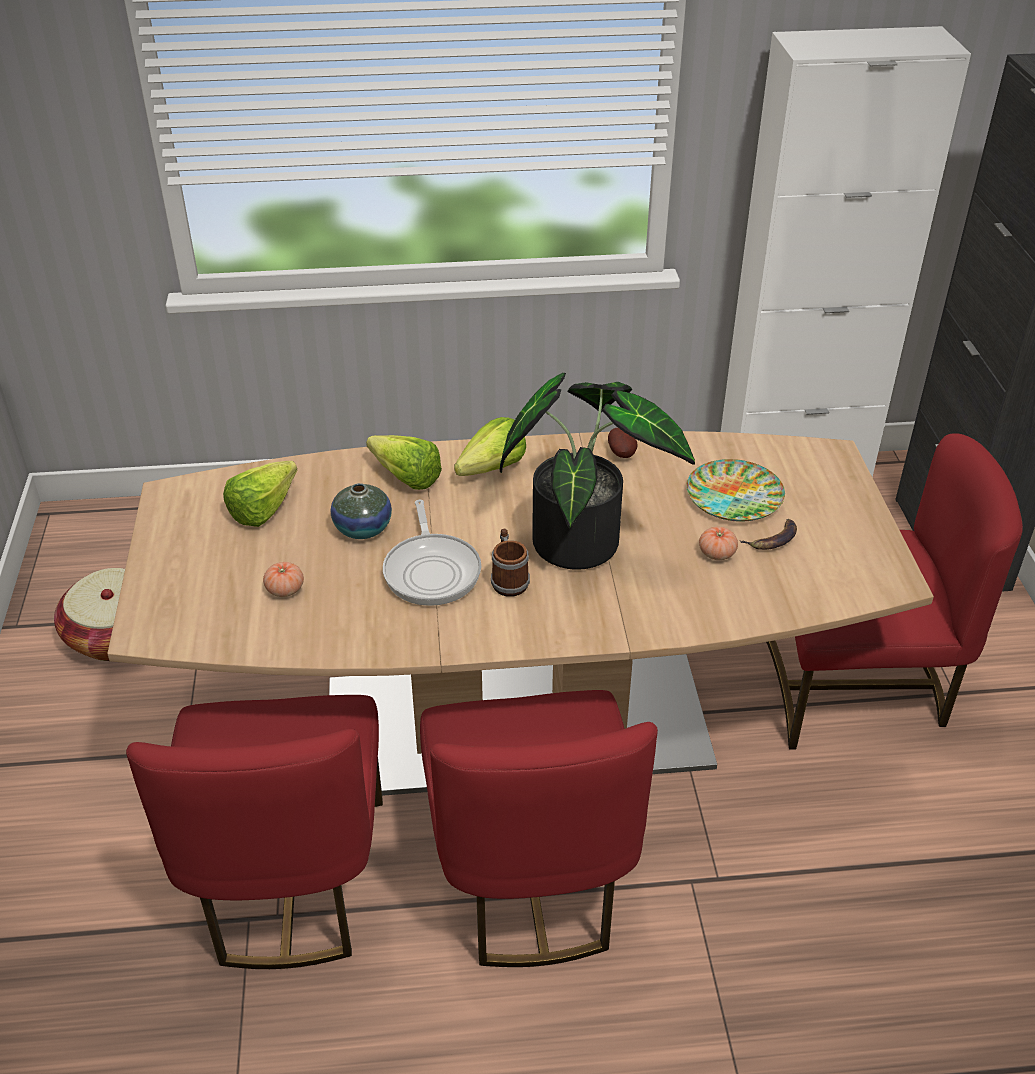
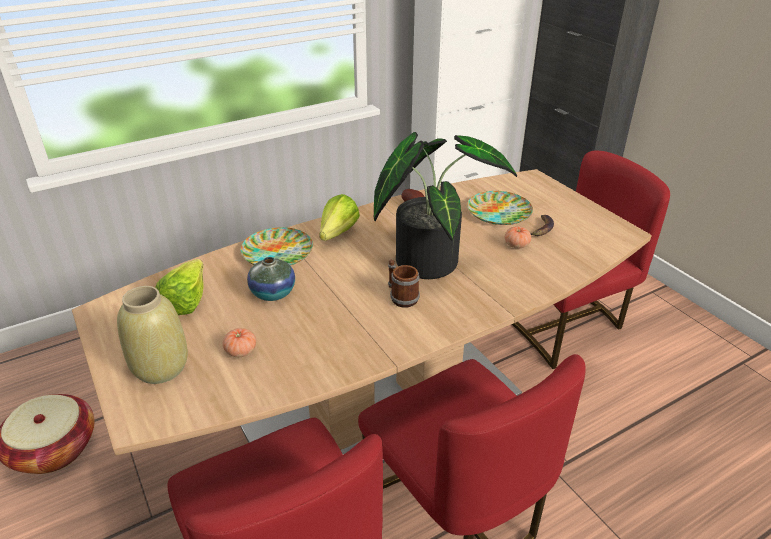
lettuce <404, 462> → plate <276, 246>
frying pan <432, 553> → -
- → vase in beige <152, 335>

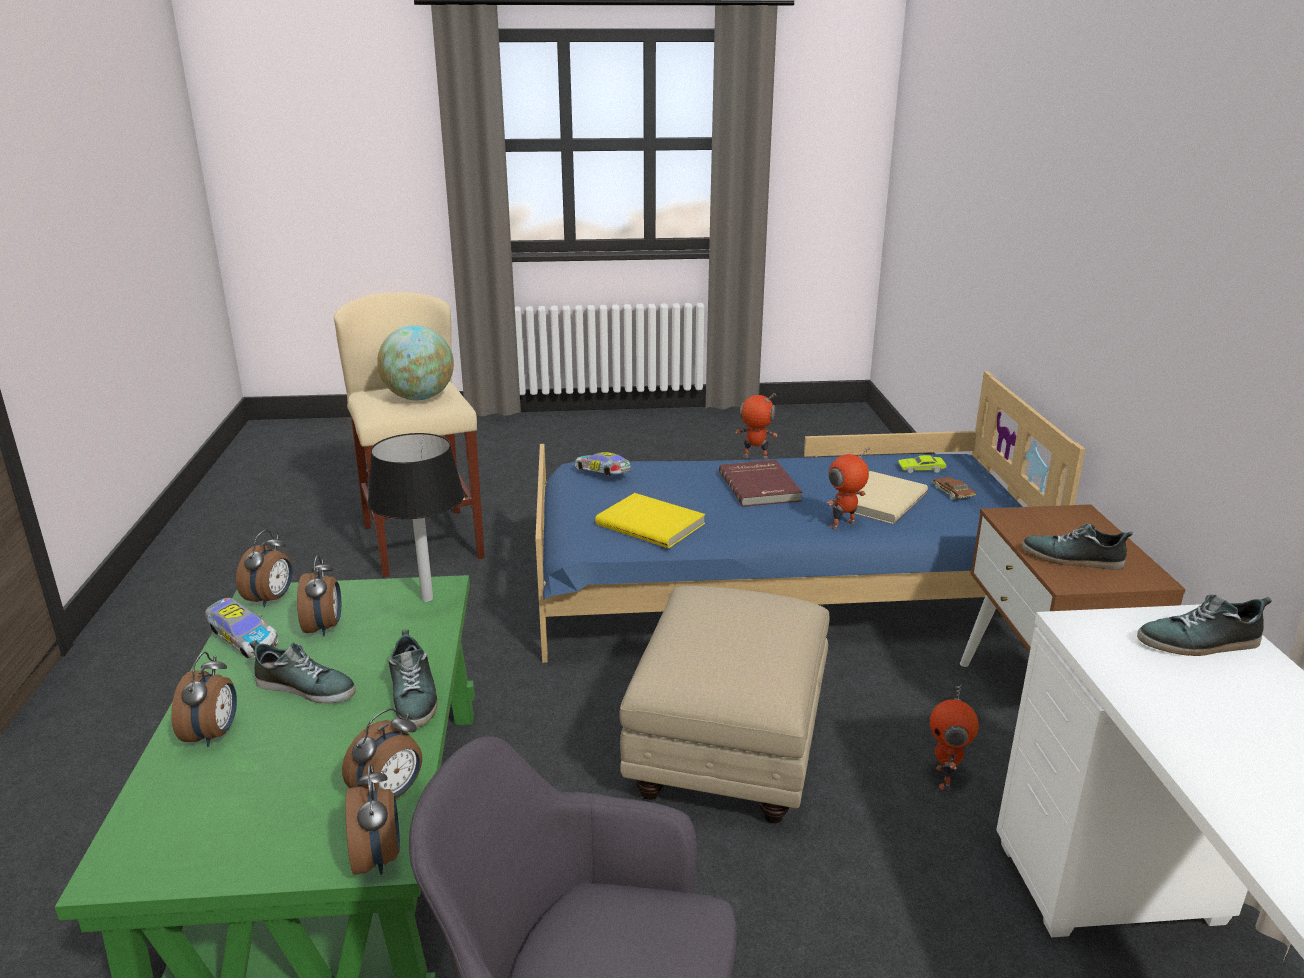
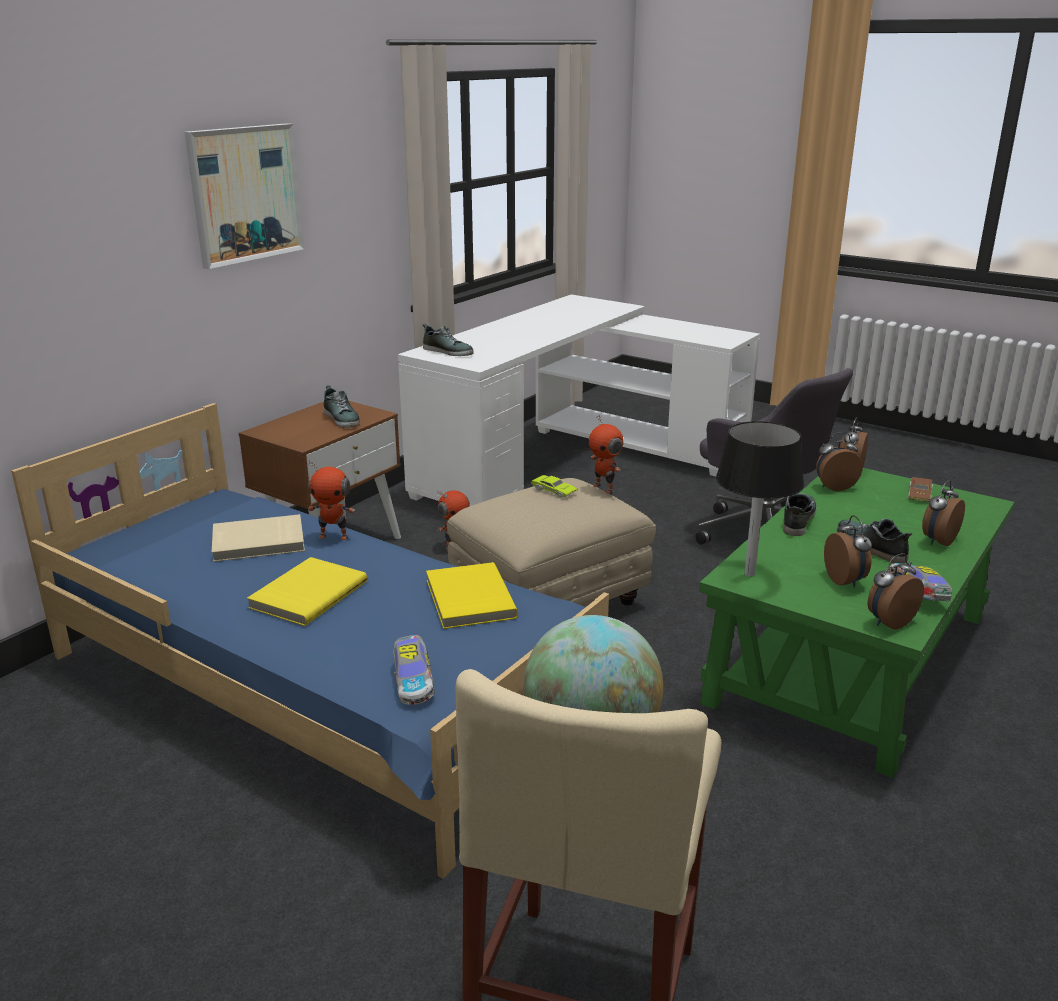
alarm clock <319, 595> → alarm clock <848, 551>, 135 degrees clockwise
book in red <761, 483> → book in yellow <307, 591>
toy robot <757, 426> → toy robot <606, 454>, moved
toy car in green <922, 464> → toy car in green <554, 486>, moved
toy car in brown <954, 488> → toy car in brown <920, 489>, moved
- → picture <245, 196>

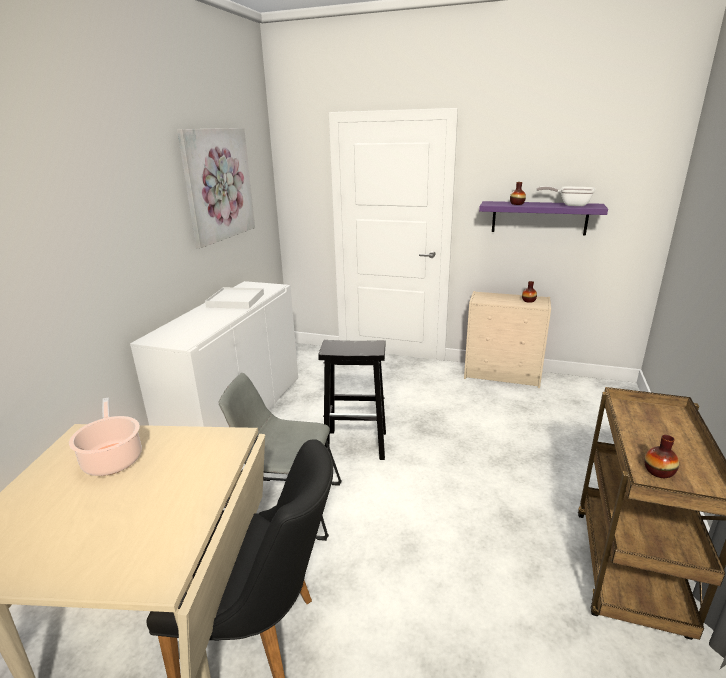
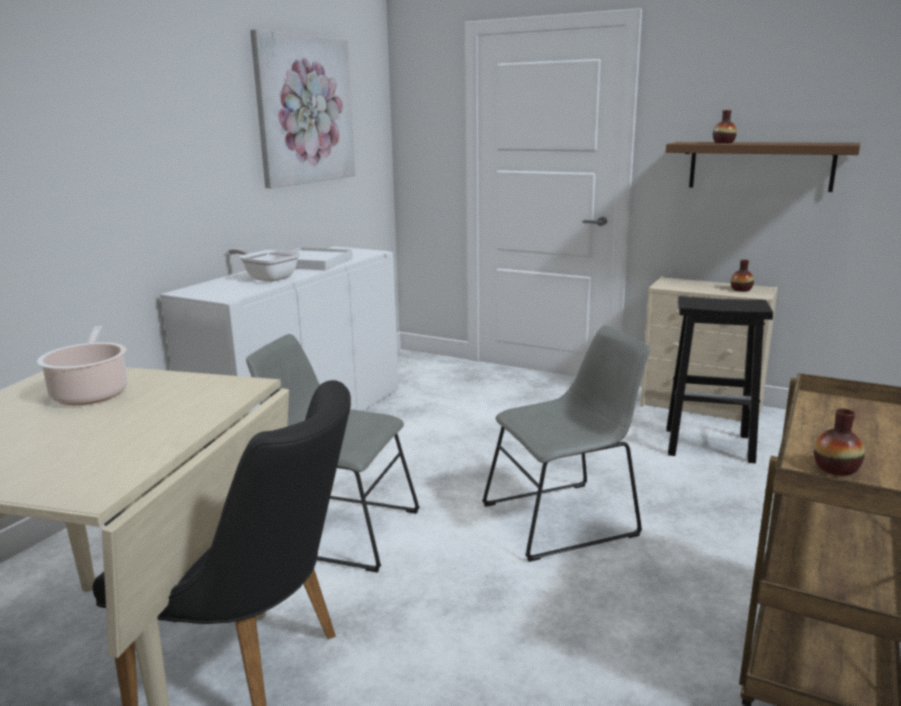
stool in black <352, 400> → stool in black <719, 379>, moved
shelf in purple <543, 218> → shelf in brown <763, 167>
frying pan <565, 196> → frying pan <264, 265>, moved
- → chair in grey <566, 443>

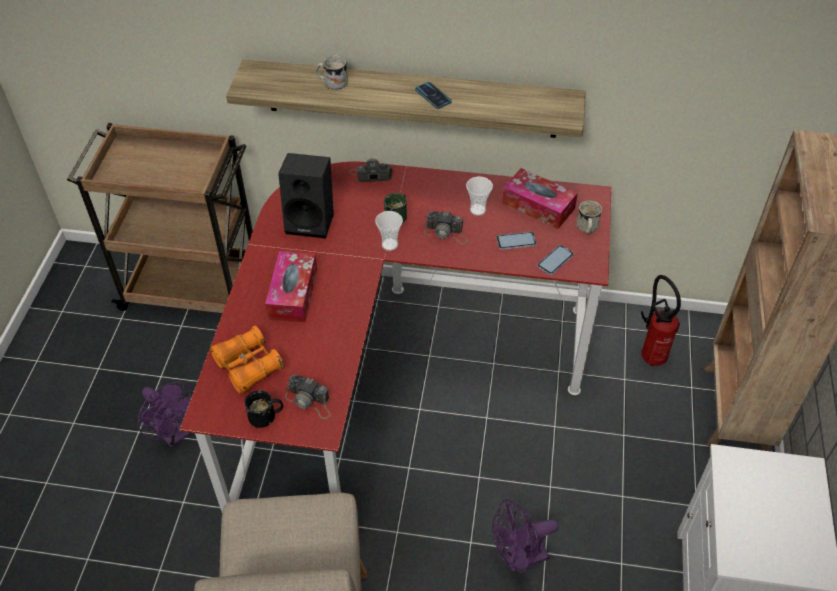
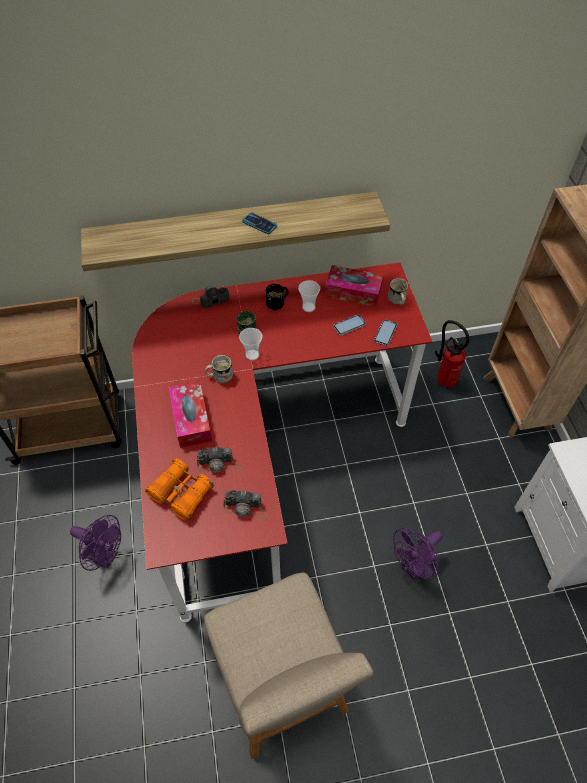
mug in black <263, 409> → mug in black <277, 297>, moved
speaker in black <306, 195> → -
mug in white <332, 72> → mug in white <219, 369>, moved
photo camera <446, 227> → photo camera <219, 460>, moved

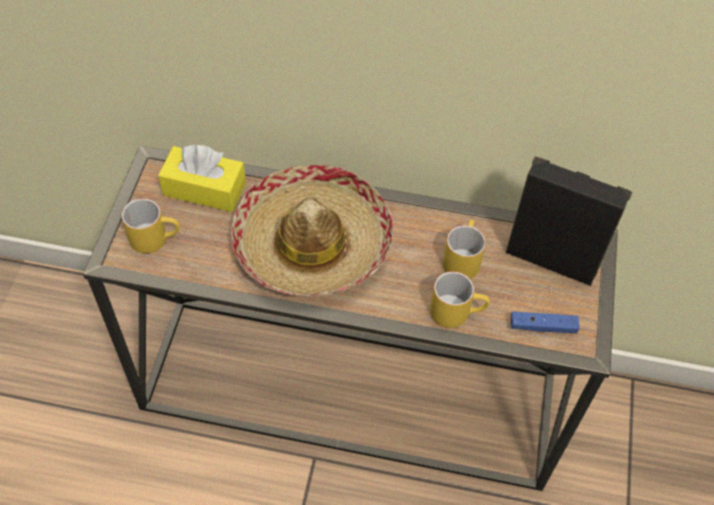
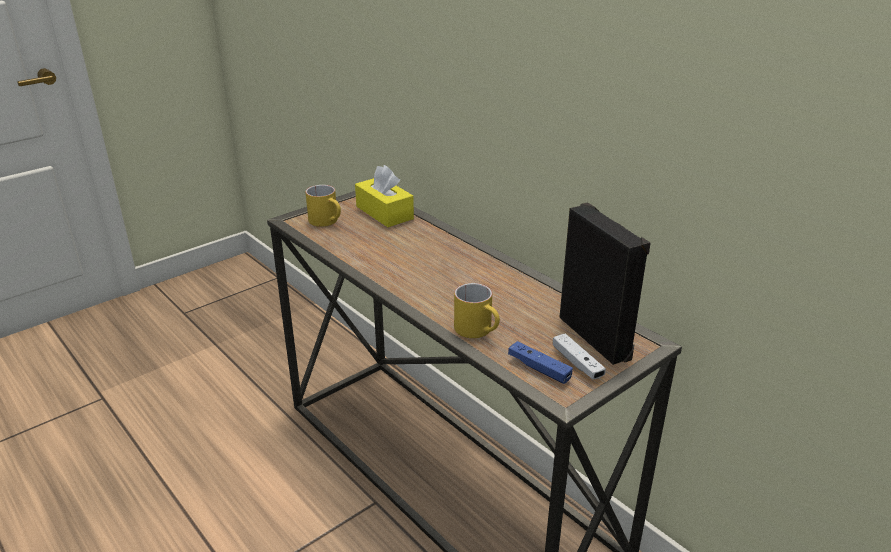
hat <312, 230> → -
mug in yellow <464, 249> → -
- → game controller in white <579, 356>

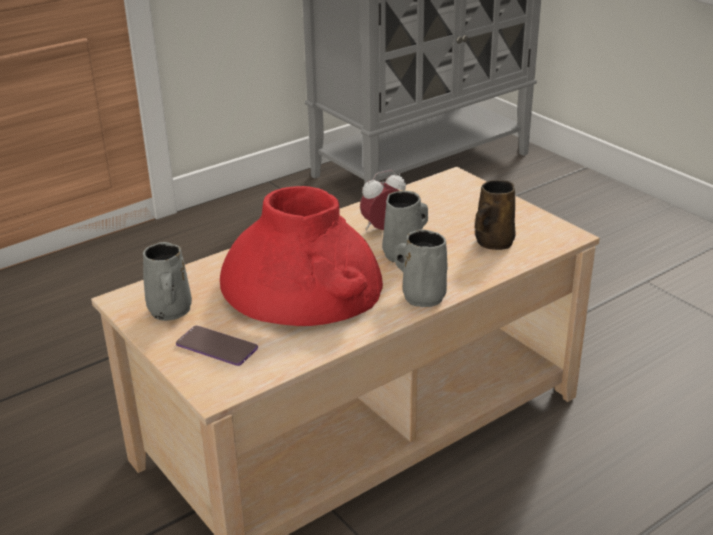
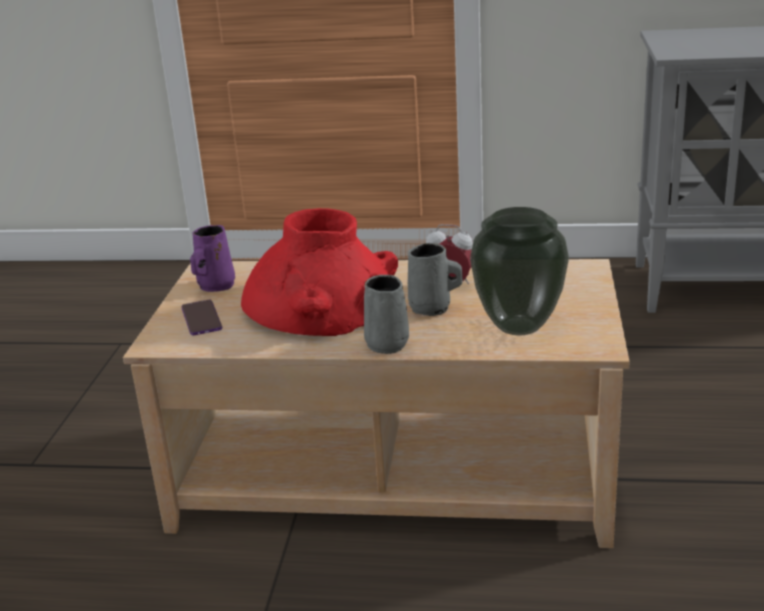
mug in grey <167, 281> → mug in purple <212, 258>
mug in brown <495, 215> → vase <519, 271>

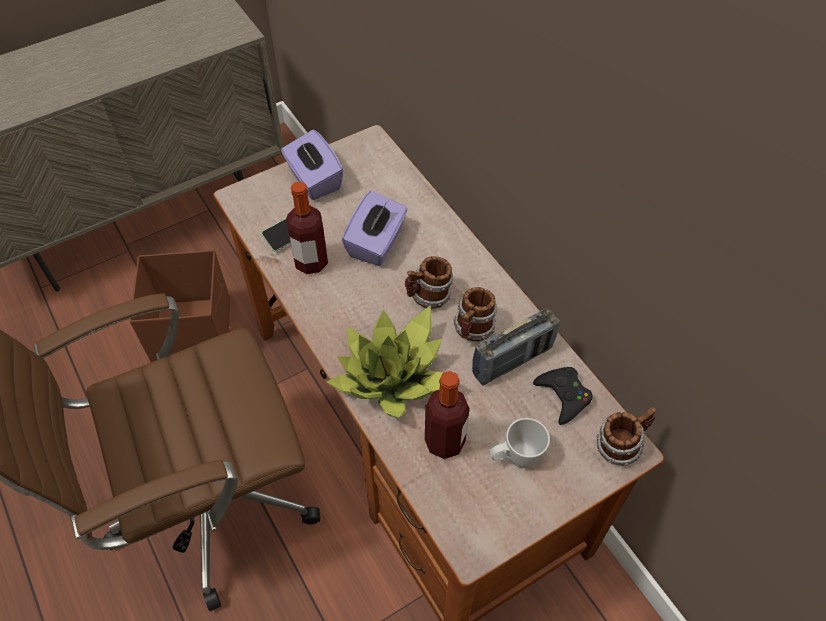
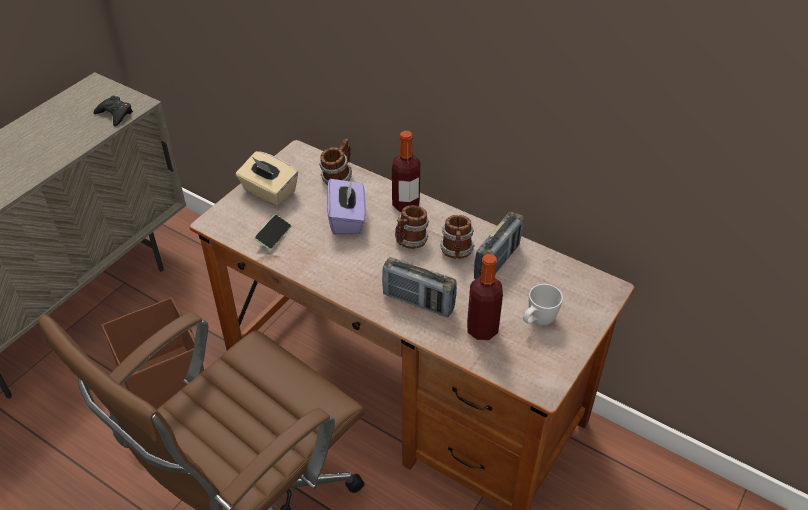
tissue box in purple <312, 165> → tissue box in beige <267, 178>
bottle <307, 227> → bottle <406, 171>, moved
potted plant <385, 361> → radio <419, 287>
game controller in black <563, 396> → game controller in black <113, 111>, moved
mug <627, 436> → mug <335, 162>, moved

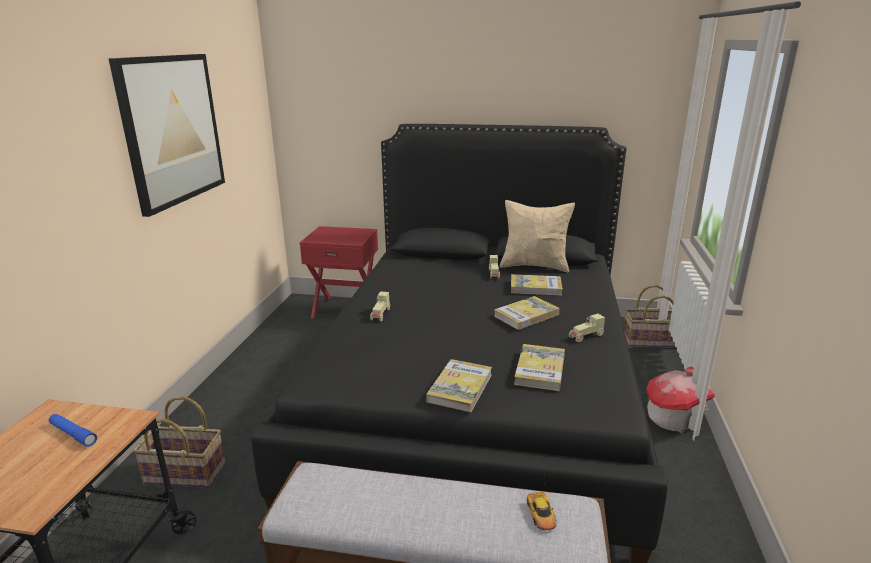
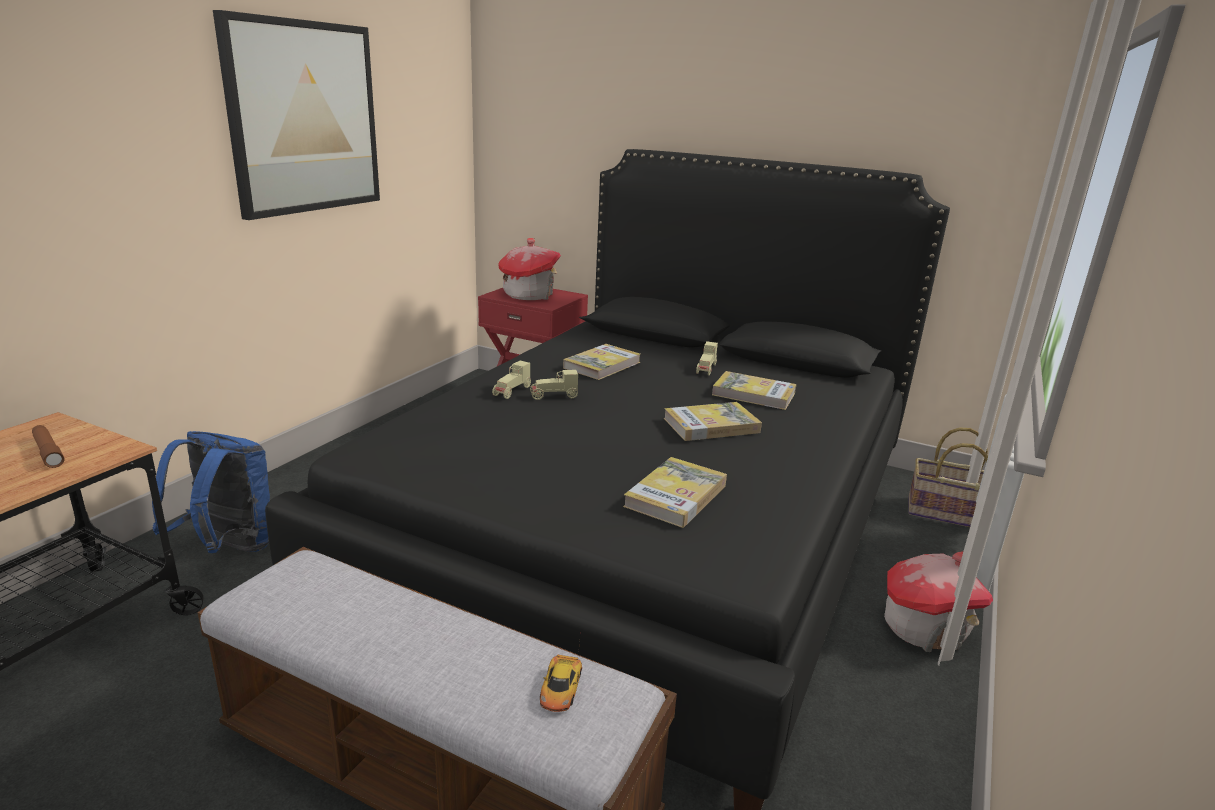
flashlight in blue <73, 430> → flashlight in brown <48, 446>
basket <179, 442> → backpack in blue <211, 492>
book <459, 385> → book <601, 362>, moved
pillow in beige <537, 236> → -
toy car in beige <587, 328> → toy car in beige <554, 385>, moved
- → toy house <529, 269>

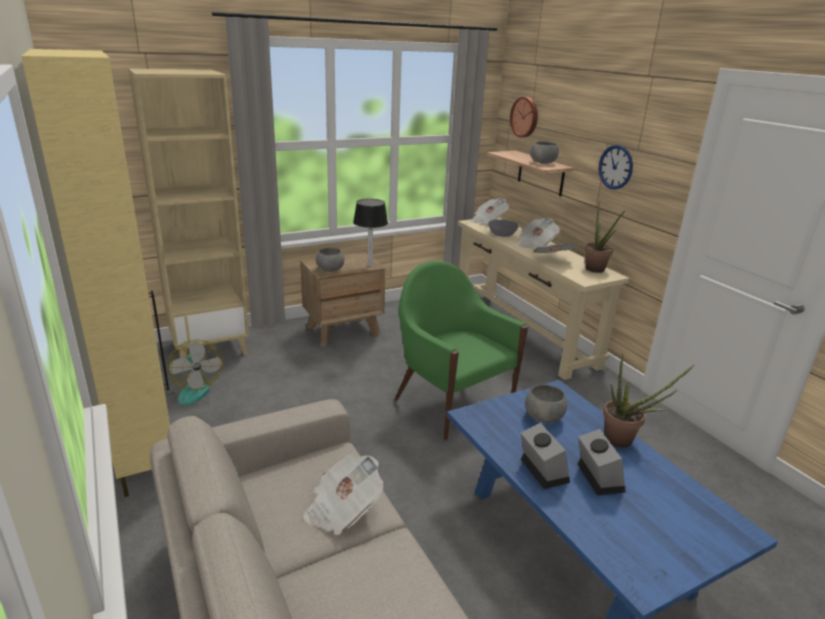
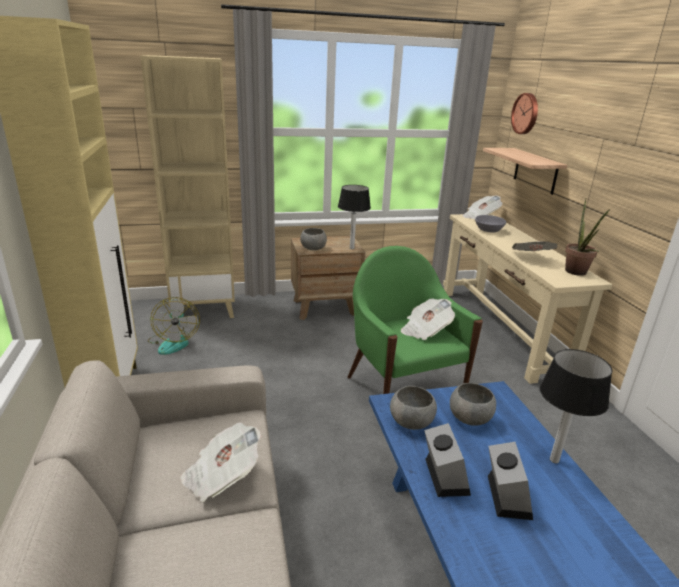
newspaper <539, 233> → newspaper <428, 319>, moved
bowl in grey <544, 152> → bowl in grey <413, 408>, moved
wall clock <616, 167> → -
potted plant <648, 400> → table lamp <575, 406>

